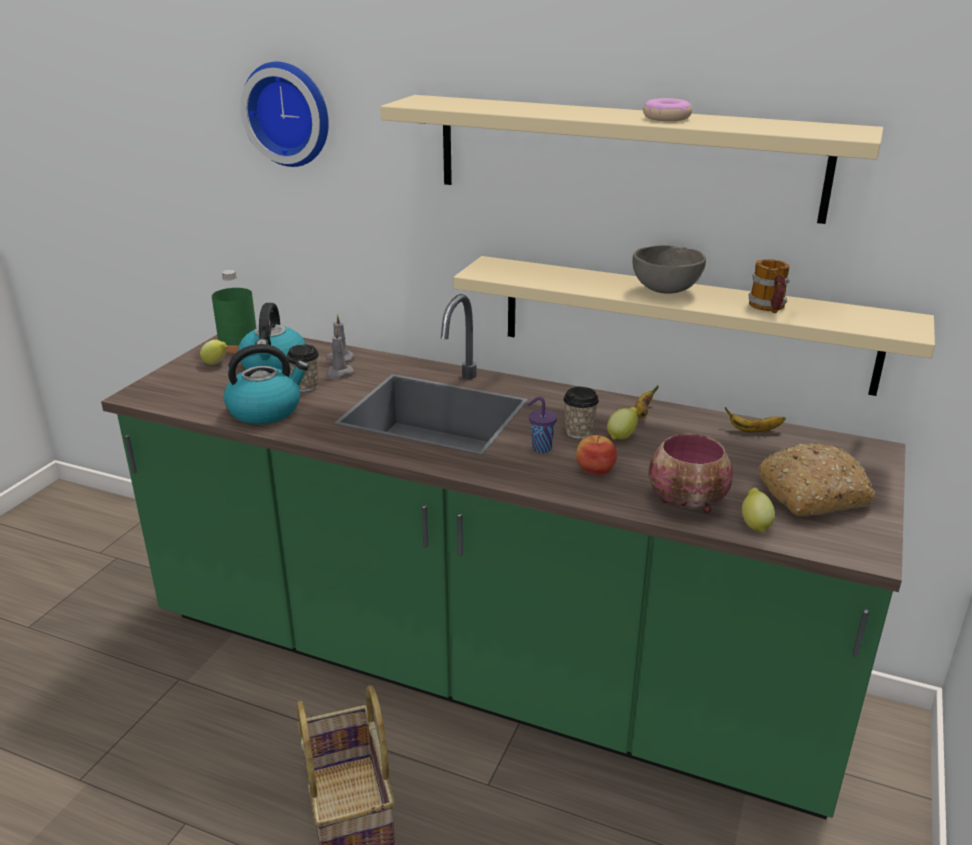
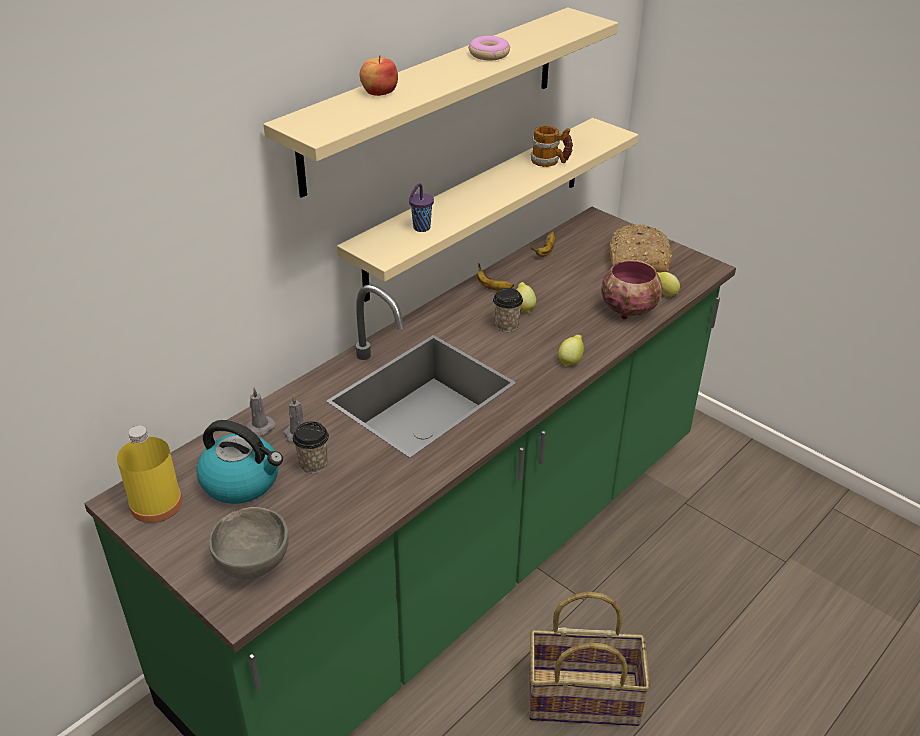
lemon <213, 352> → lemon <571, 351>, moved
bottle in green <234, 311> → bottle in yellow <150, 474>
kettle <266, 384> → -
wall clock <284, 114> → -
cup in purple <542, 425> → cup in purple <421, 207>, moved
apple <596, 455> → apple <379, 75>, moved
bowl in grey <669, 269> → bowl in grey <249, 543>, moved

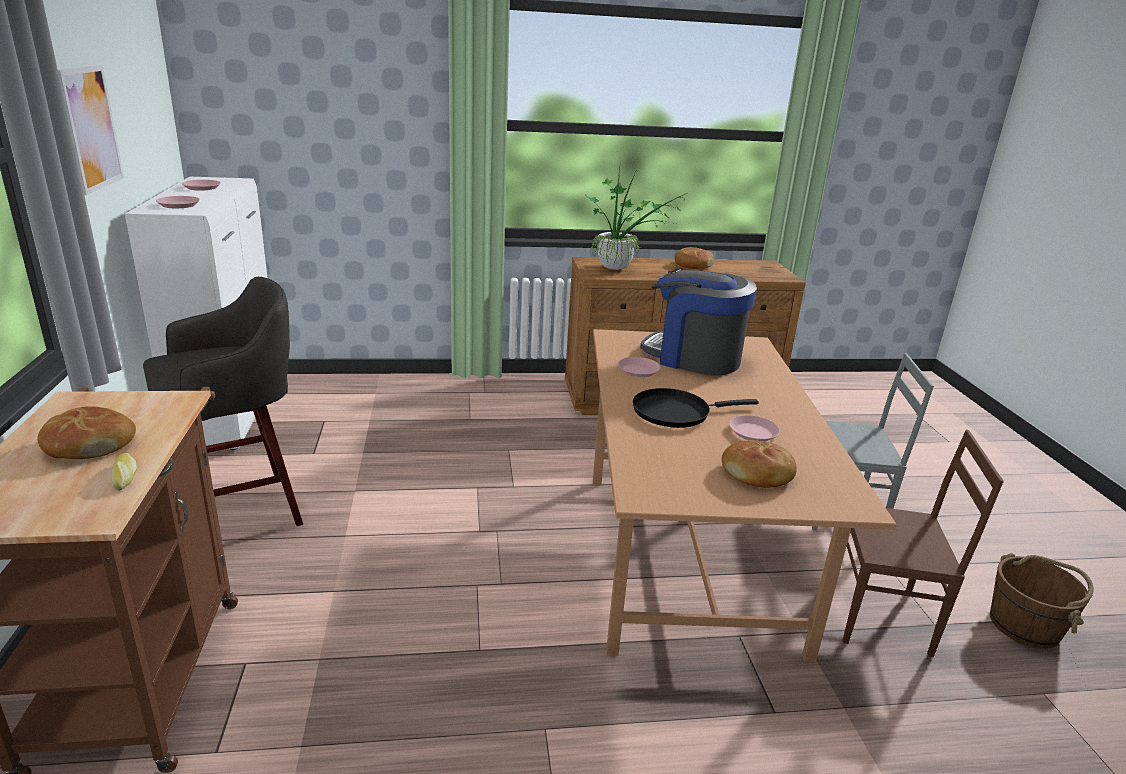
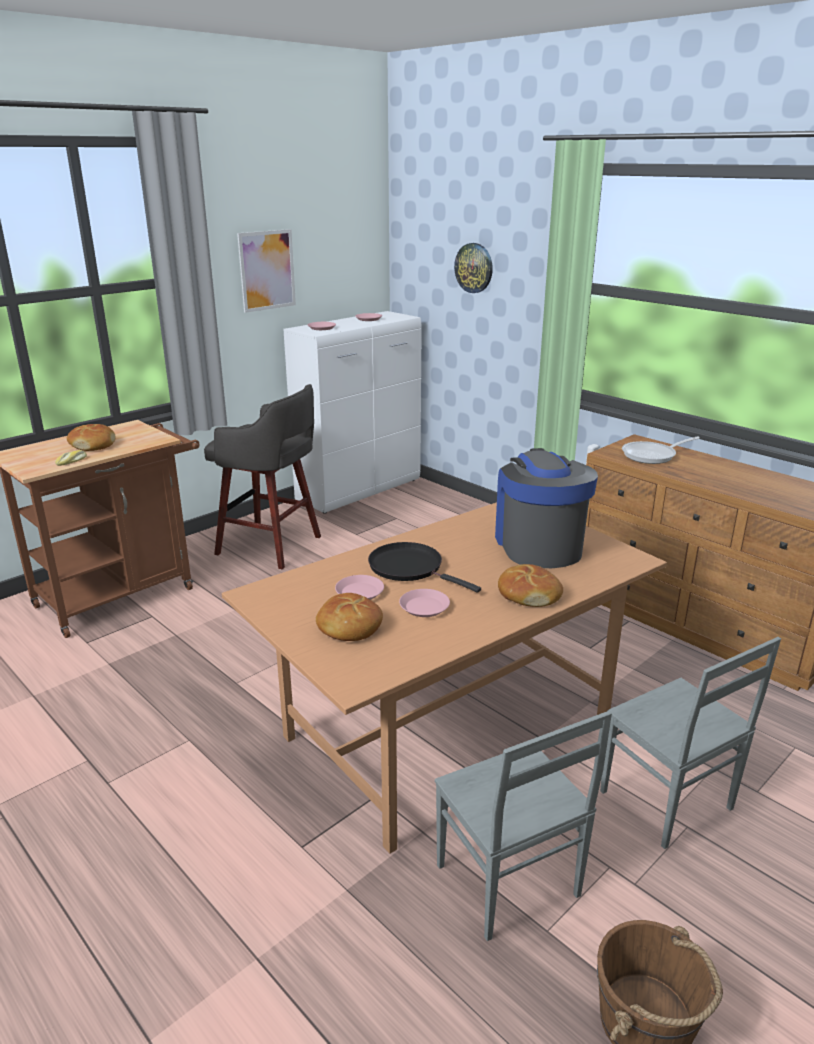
potted plant <636, 214> → frying pan <661, 450>
plate in pink <639, 367> → plate in pink <359, 587>, moved
bread <694, 258> → bread <530, 585>, moved
chair in brown <923, 543> → chair in grey <523, 826>
- → wall clock <473, 268>

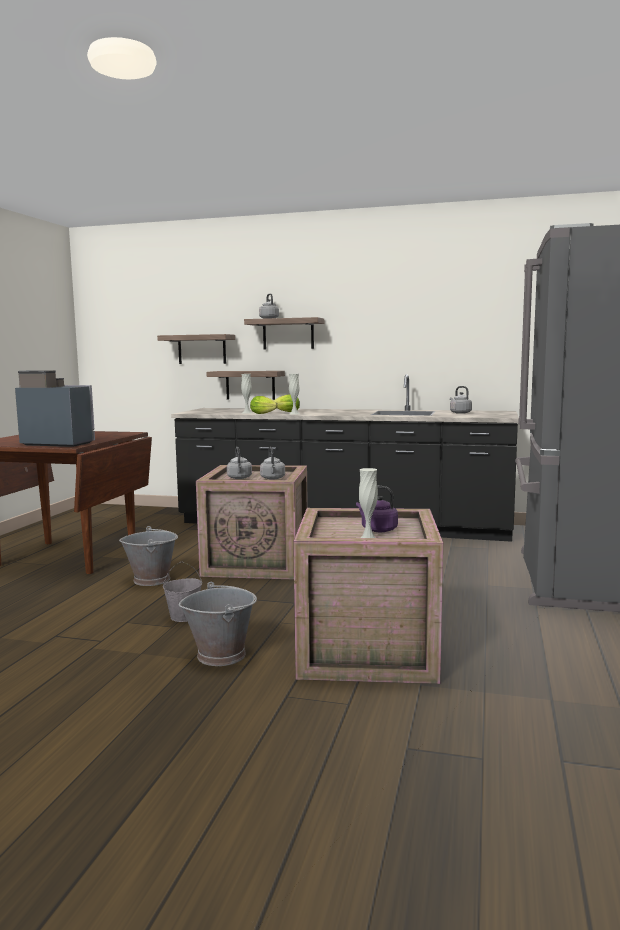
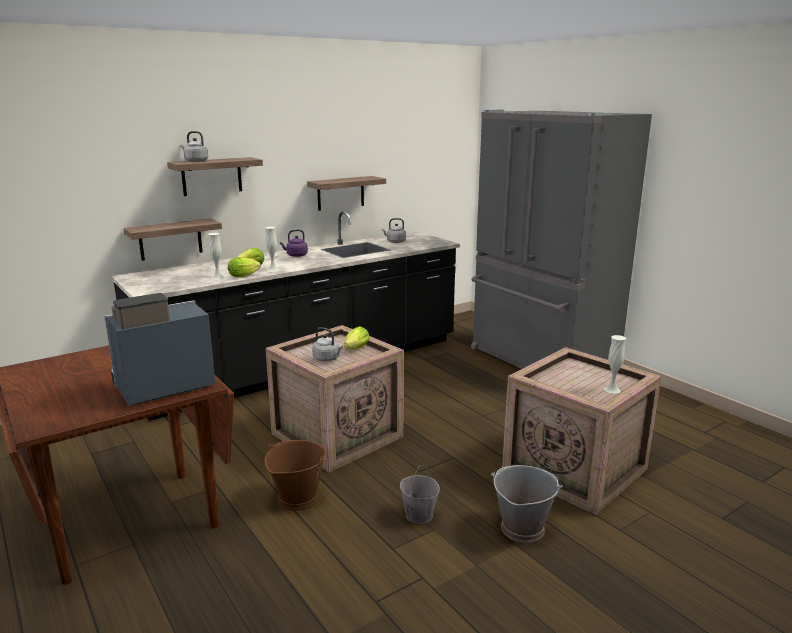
bucket in grey <148, 556> → bucket in brown <296, 475>
shelf <196, 349> → shelf <346, 193>, moved
kettle in grey <272, 463> → lettuce <357, 338>
kettle in purple <377, 509> → kettle in purple <294, 243>, moved

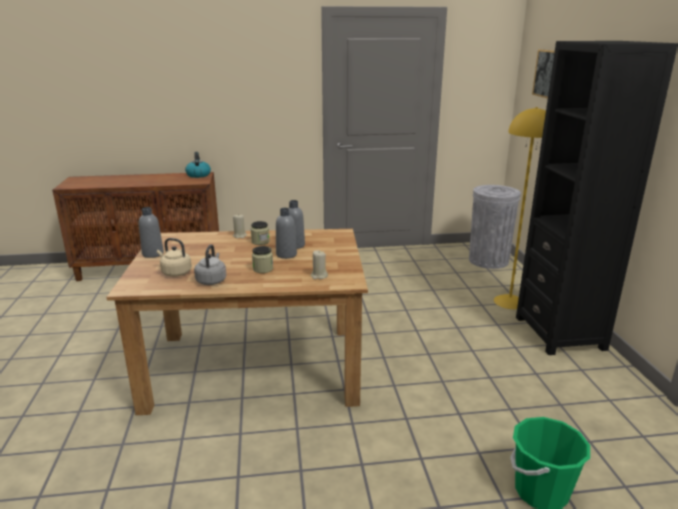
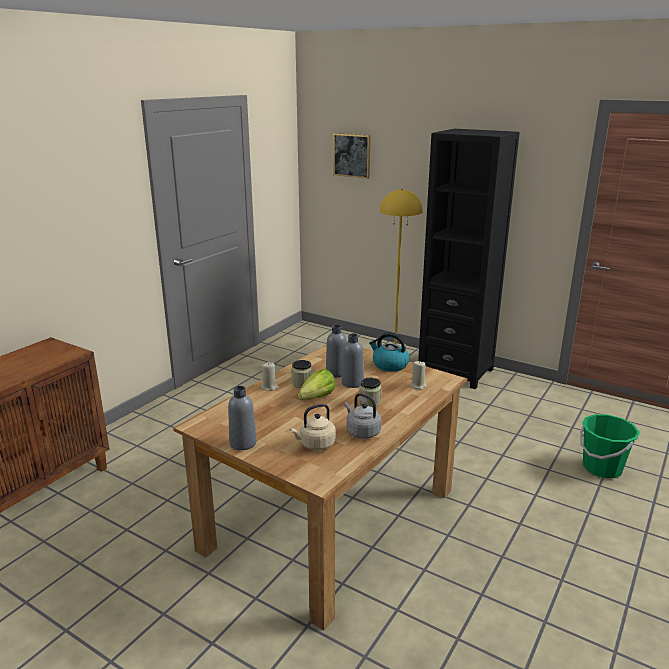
kettle <198, 165> → kettle <389, 352>, moved
trash can in grey <495, 227> → -
- → lettuce <316, 384>

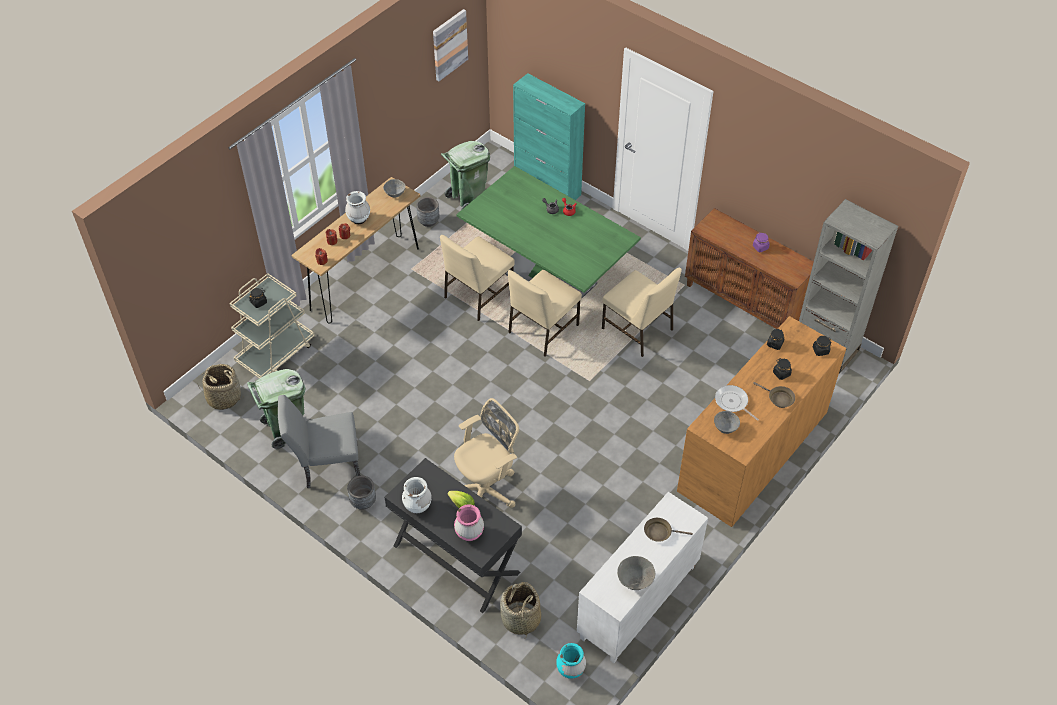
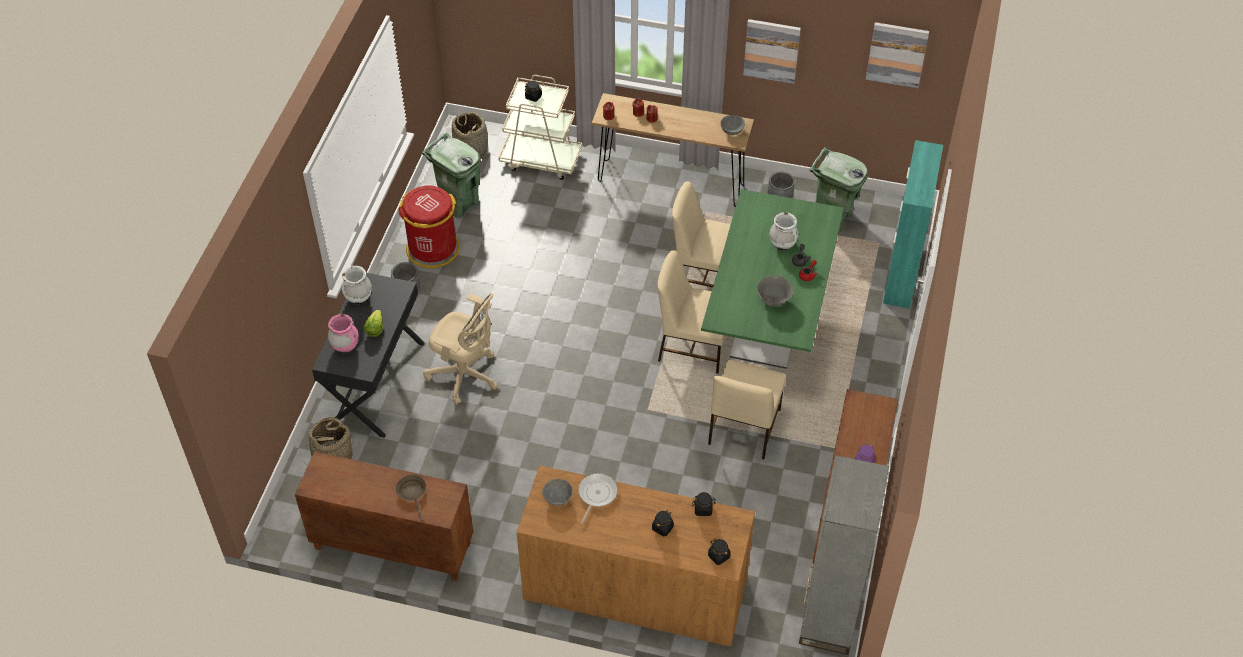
chair in grey <319, 441> → trash can in red <429, 227>
vase in white <357, 207> → vase in white <784, 231>, moved
vase in turquoise <571, 661> → -
cabinet in white <642, 577> → cabinet in brown <384, 516>
bowl in grey <636, 573> → bowl in grey <775, 291>, moved
frying pan in brown <774, 395> → -
- → picture <772, 51>

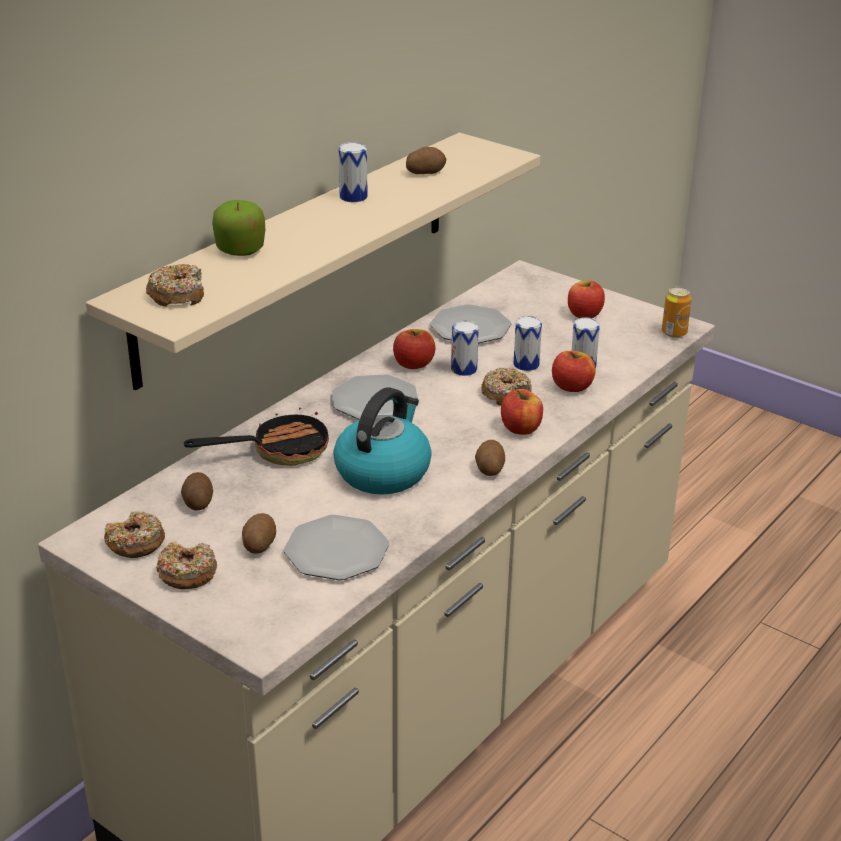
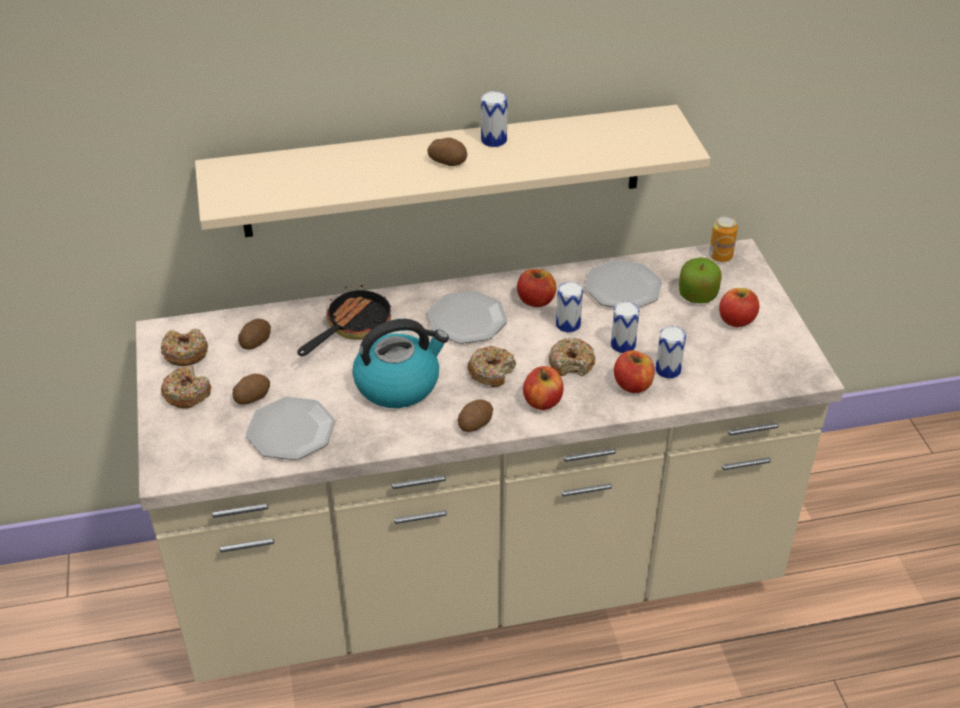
donut <175, 285> → donut <491, 367>, moved
frying pan <256, 437> → frying pan <344, 317>, 75 degrees counterclockwise
apple <239, 228> → apple <700, 280>, moved
potato <426, 160> → potato <447, 152>, moved
can <677, 312> → can <723, 238>, moved

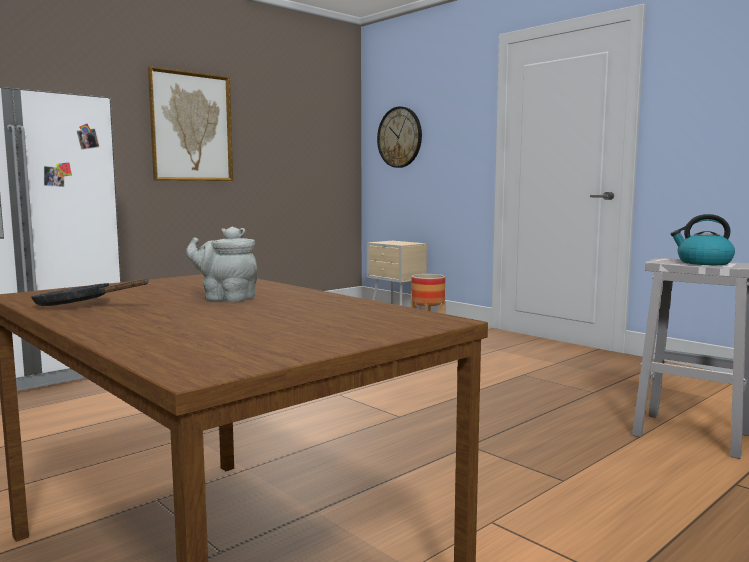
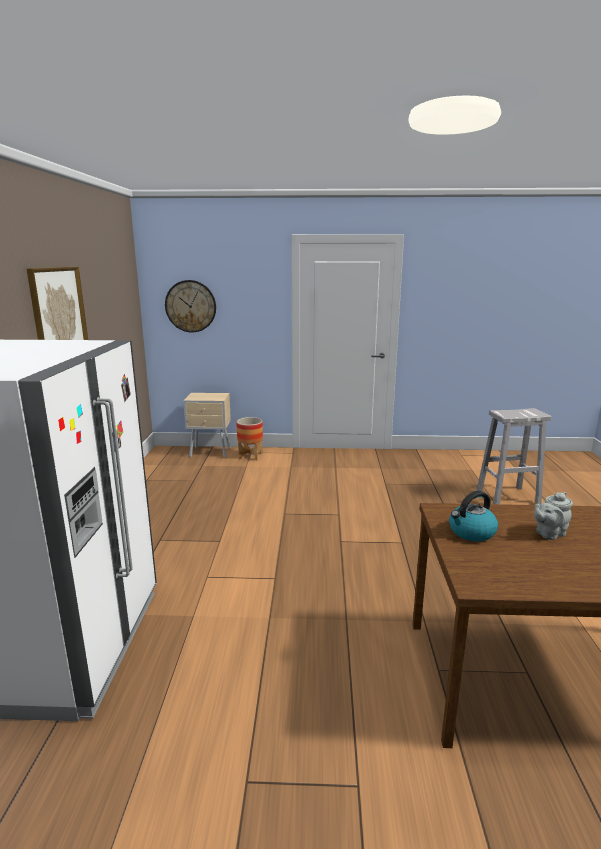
frying pan in black <89, 292> → -
kettle <703, 239> → kettle <473, 516>, moved

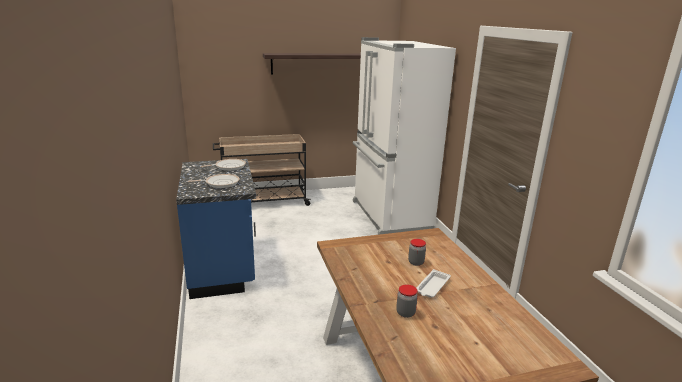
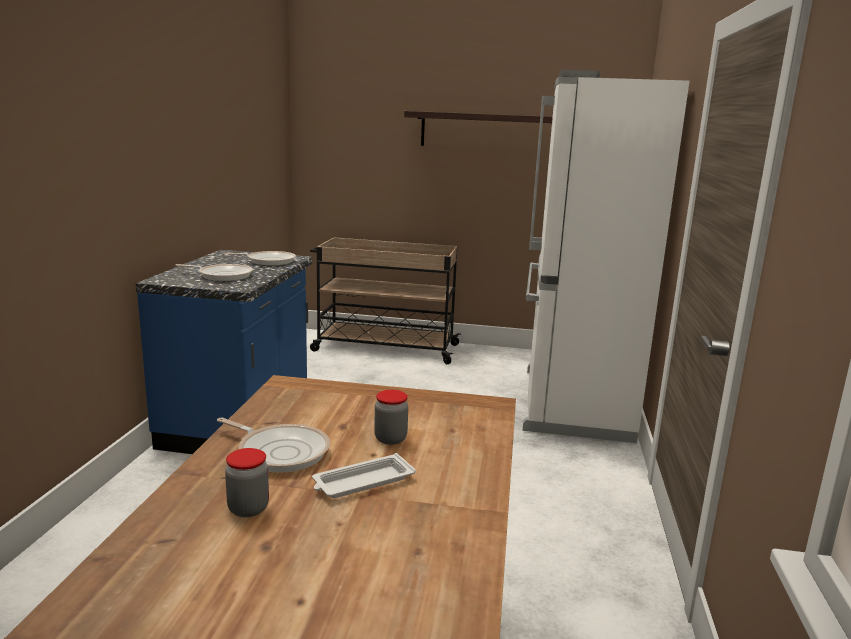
- → frying pan <273, 445>

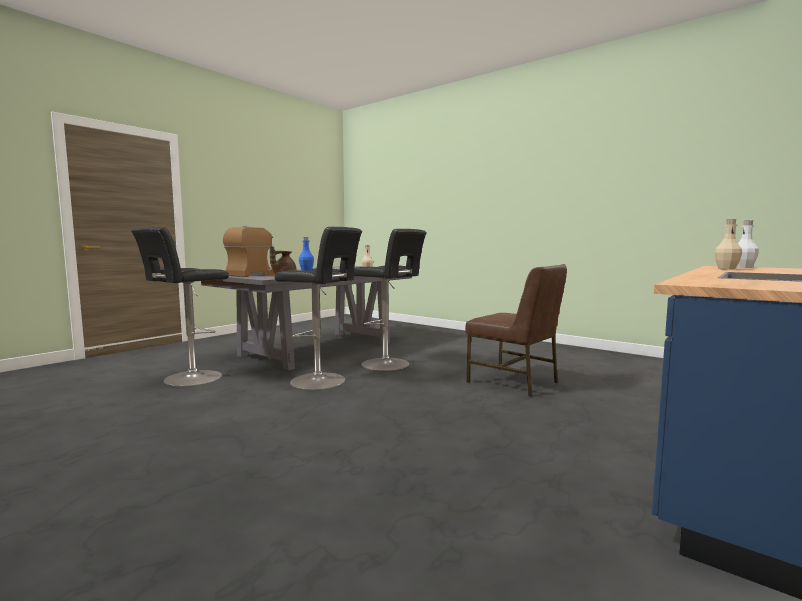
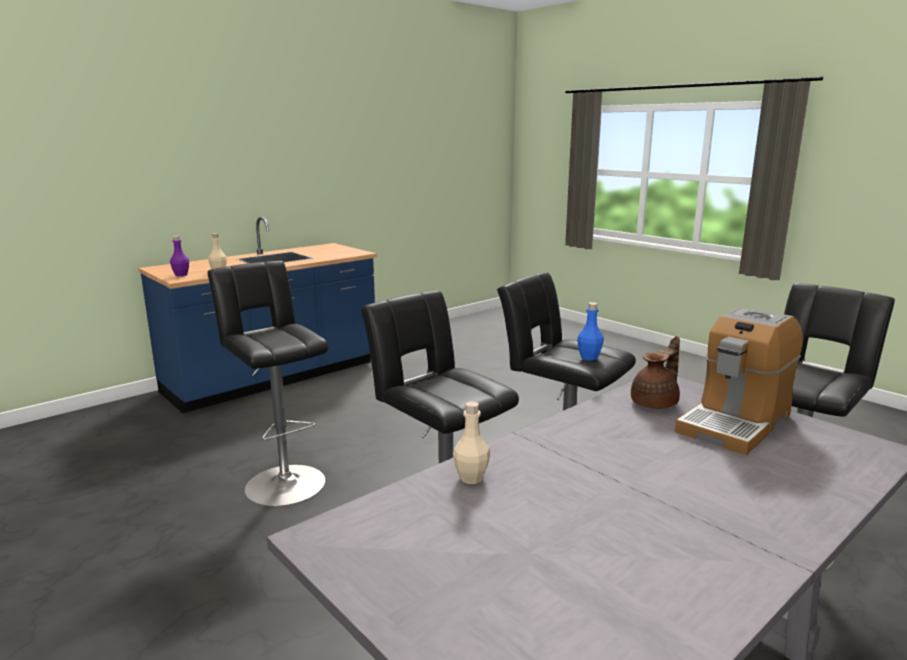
chair in brown <516, 330> → stool in black <267, 384>
bottle in white <747, 244> → bottle in purple <179, 256>

